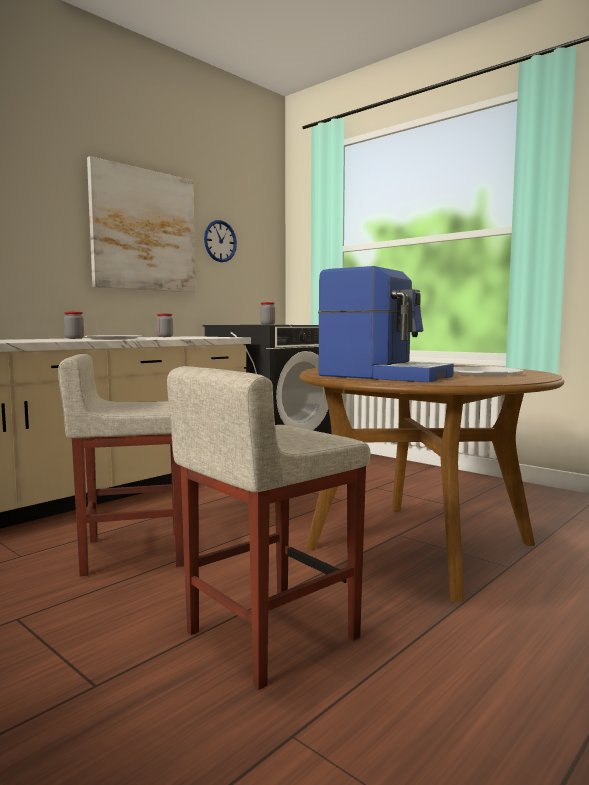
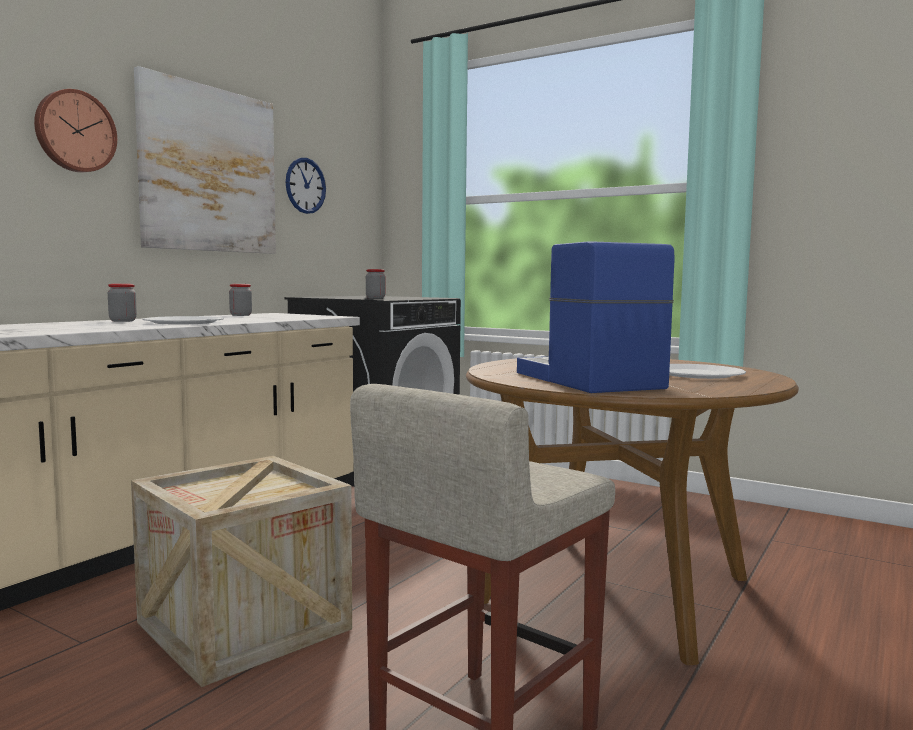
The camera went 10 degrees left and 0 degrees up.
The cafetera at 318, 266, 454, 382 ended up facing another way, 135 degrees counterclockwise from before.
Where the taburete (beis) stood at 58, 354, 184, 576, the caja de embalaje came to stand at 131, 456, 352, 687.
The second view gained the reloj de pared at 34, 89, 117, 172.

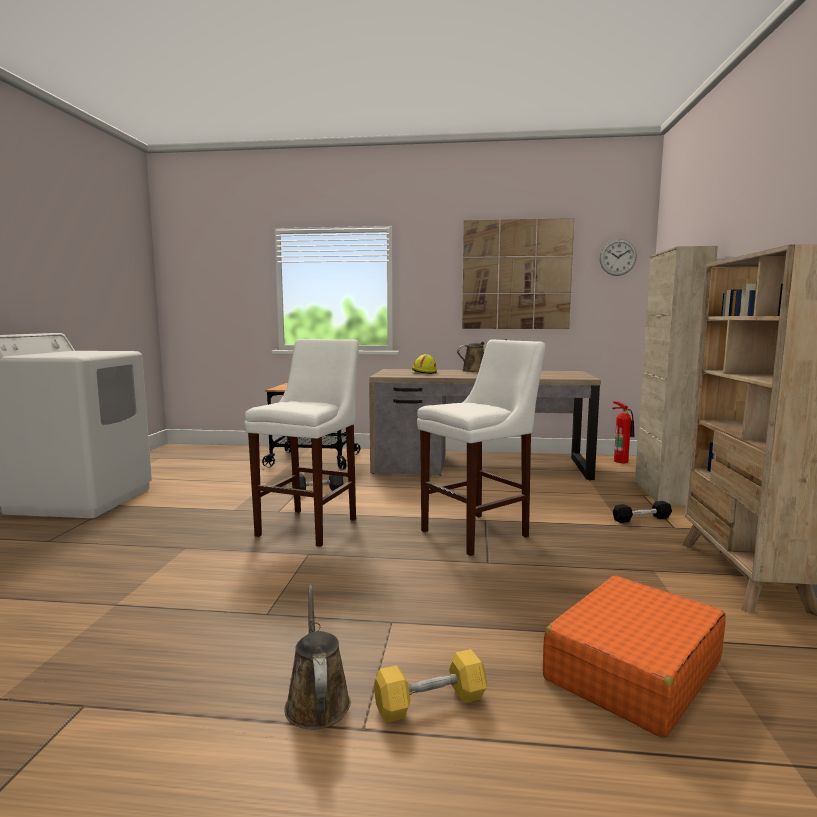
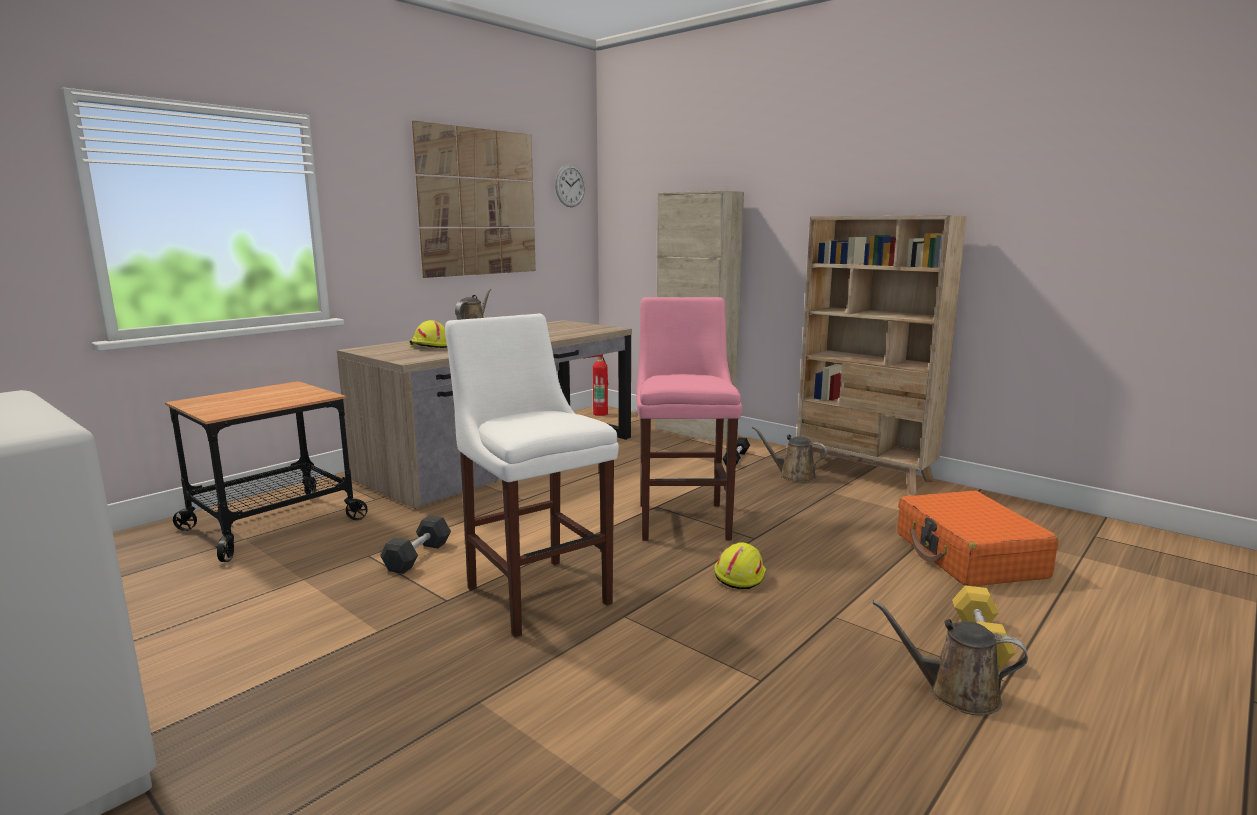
The camera went 55 degrees left and 5 degrees up.
What was the taburete (blanco) at 417, 339, 546, 556 turned into the taburete (rosa) at 637, 297, 742, 541.
The second view gained the regadera (marrón) at 752, 426, 827, 482.
The second view gained the casco (amarillo) at 714, 542, 766, 589.

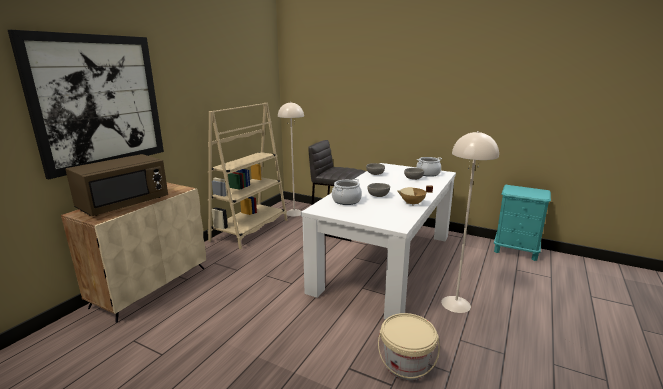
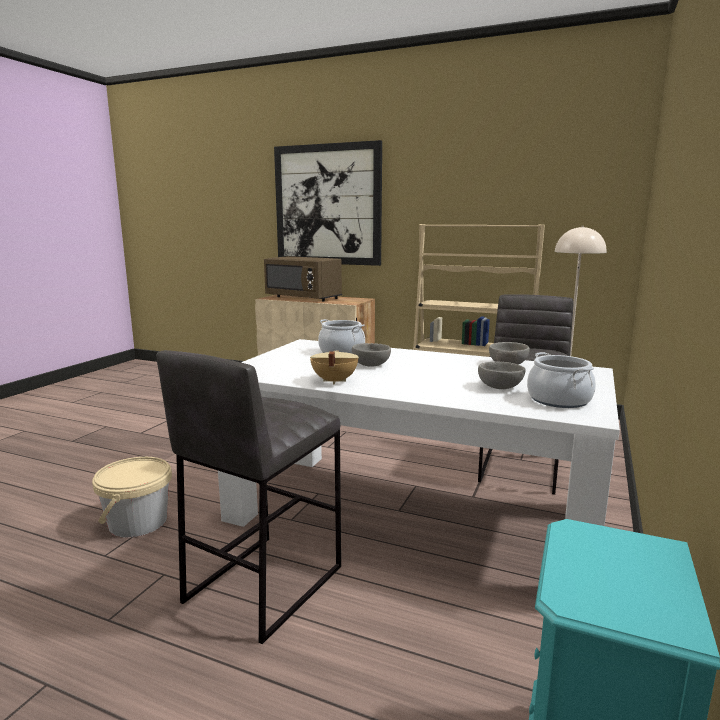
The camera went 85 degrees right and 5 degrees down.
Where the lámpara de pie (beis) stood at 441, 131, 499, 313, the taburete (gris) came to stand at 156, 350, 341, 644.

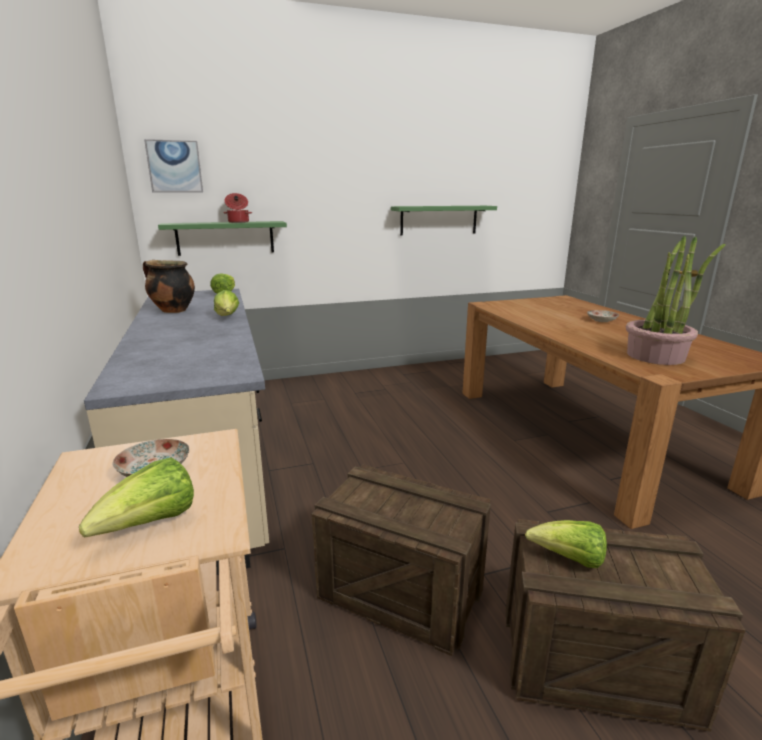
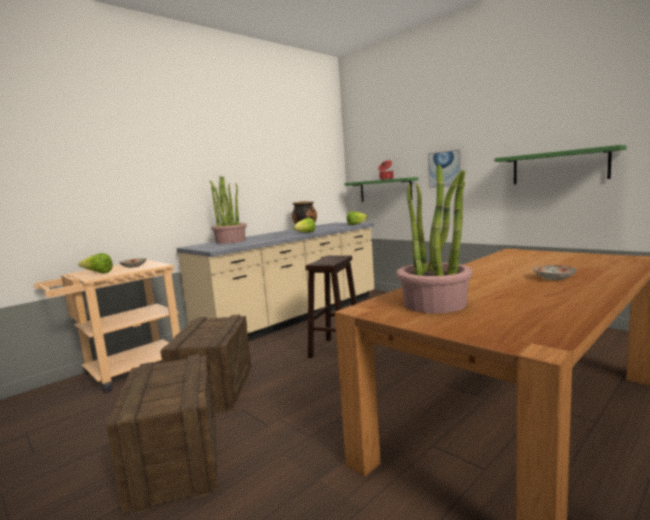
The camera went 65 degrees right and 10 degrees down.
The cuadro ended up elsewhere, having gone from 144, 139, 203, 193 to 428, 149, 461, 188.
The second view lost the lechuga at 525, 520, 607, 568.
The second view gained the planta en maceta at 210, 176, 247, 244.
The second view gained the taburete (marrón) at 305, 256, 357, 358.

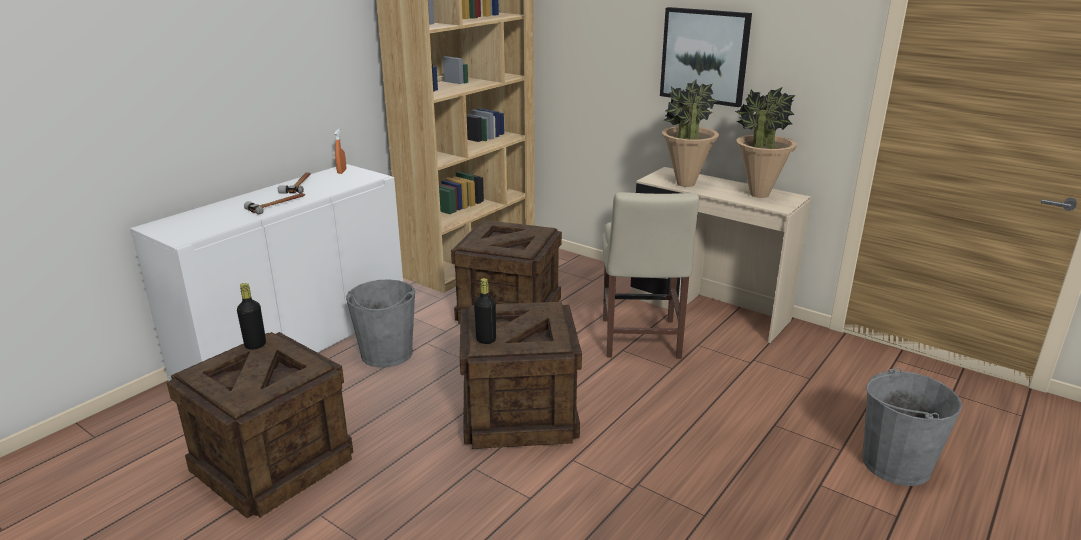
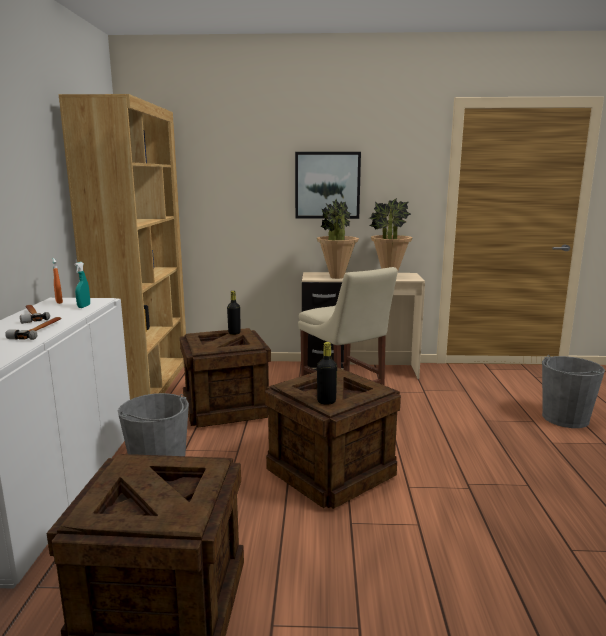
The camera went 35 degrees left and 10 degrees down.
The botella (negro) ended up elsewhere, having gone from 237, 283, 266, 350 to 227, 291, 241, 335.
The second view gained the pulverizador (turquesa) at 74, 262, 90, 308.

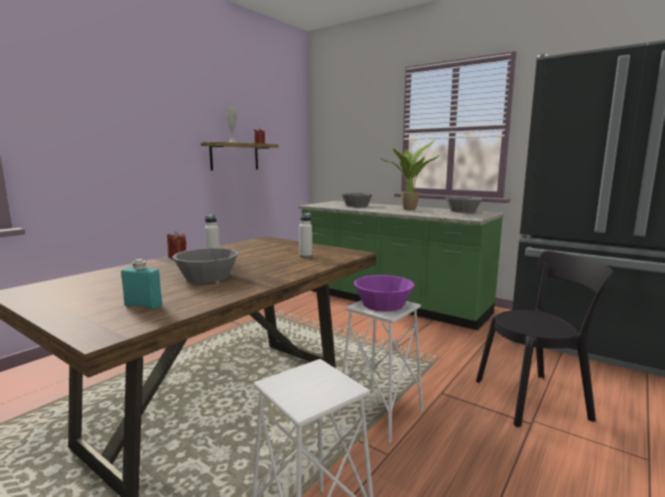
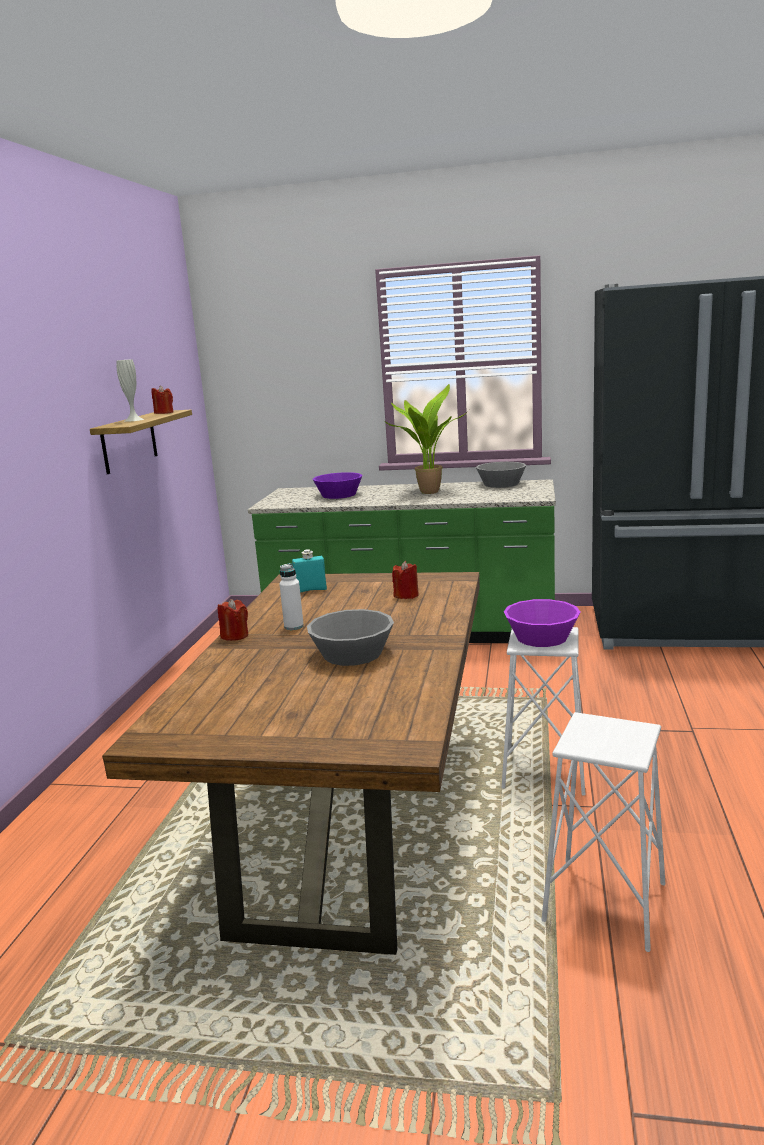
The camera went 25 degrees left and 5 degrees up.
What was the cuenco (gris) at 341, 193, 373, 207 turned into the cuenco (morado) at 313, 472, 363, 499.
Where the botella (blanco) stood at 299, 213, 312, 258, the vela (rojo) came to stand at 392, 561, 419, 599.
The second view lost the silla (negro) at 476, 251, 613, 427.
The botella (turquesa) ended up elsewhere, having gone from 121, 259, 162, 309 to 292, 549, 327, 593.

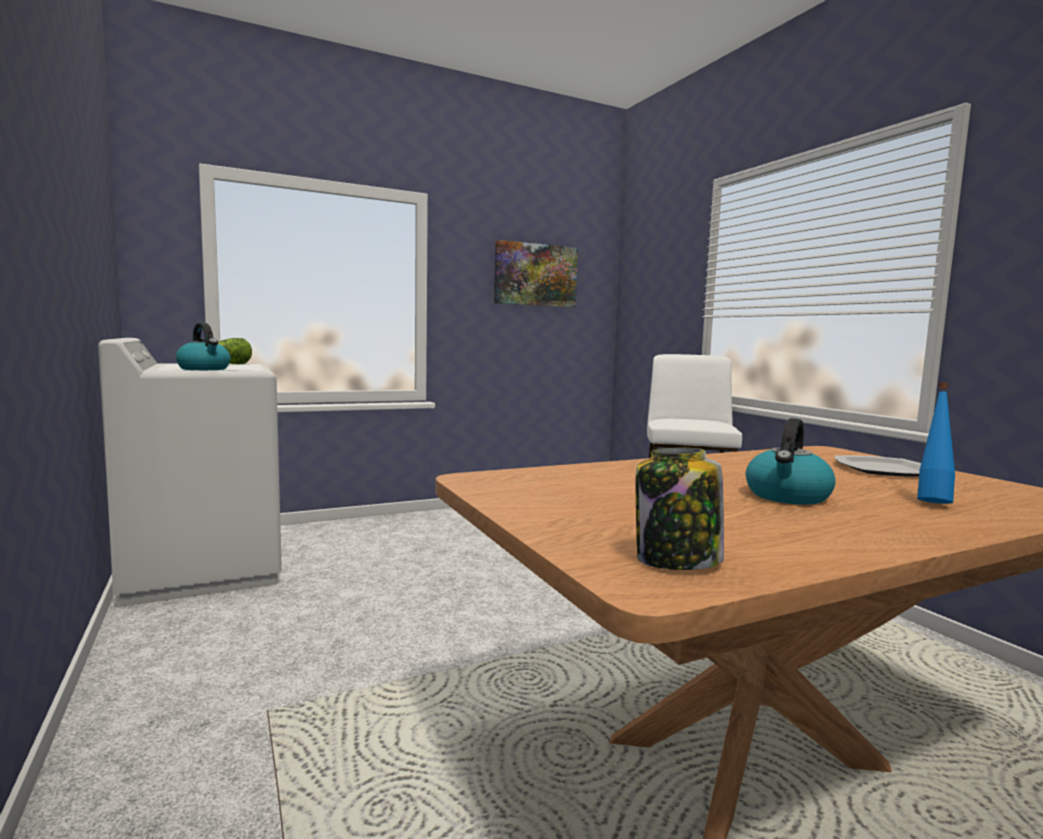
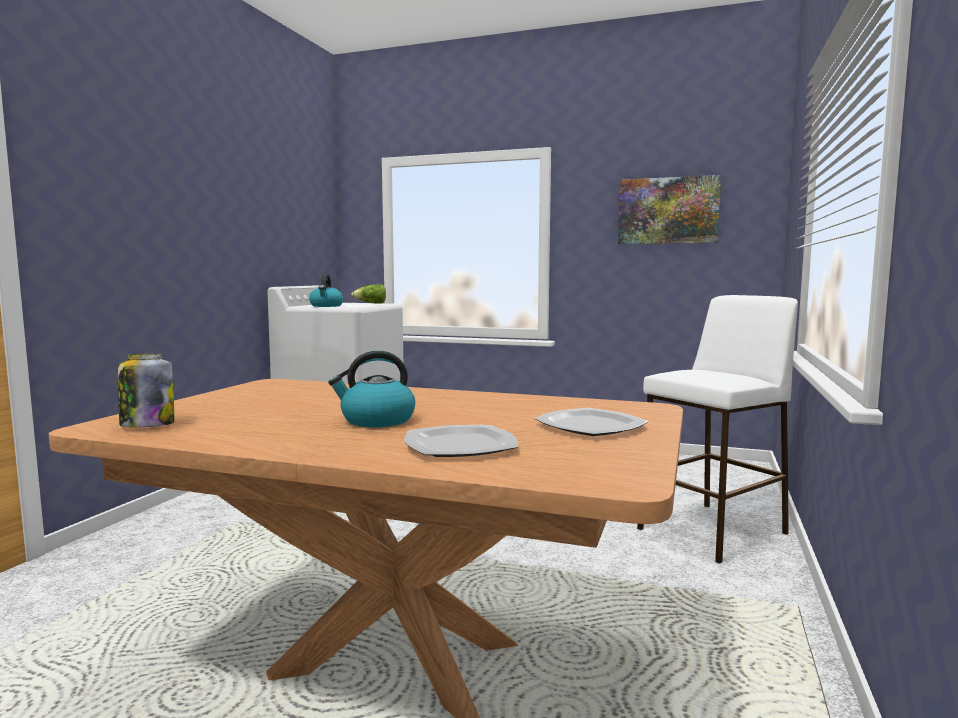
The camera went 45 degrees right and 0 degrees up.
Where the botella (azul) stood at 917, 382, 955, 504, the plato came to stand at 404, 425, 518, 457.

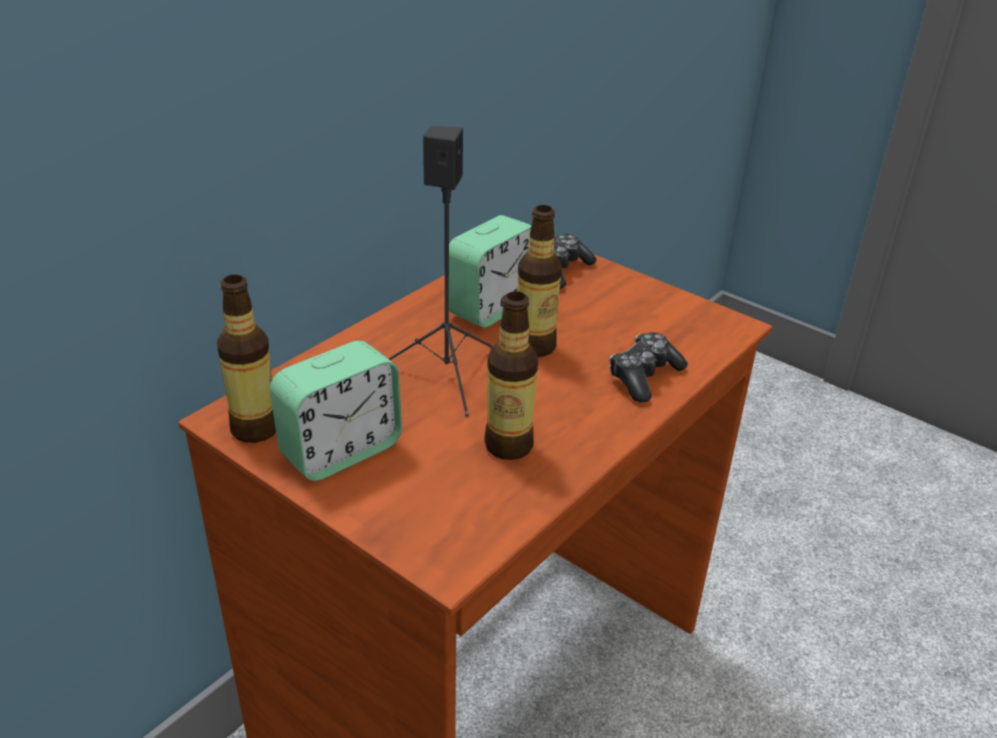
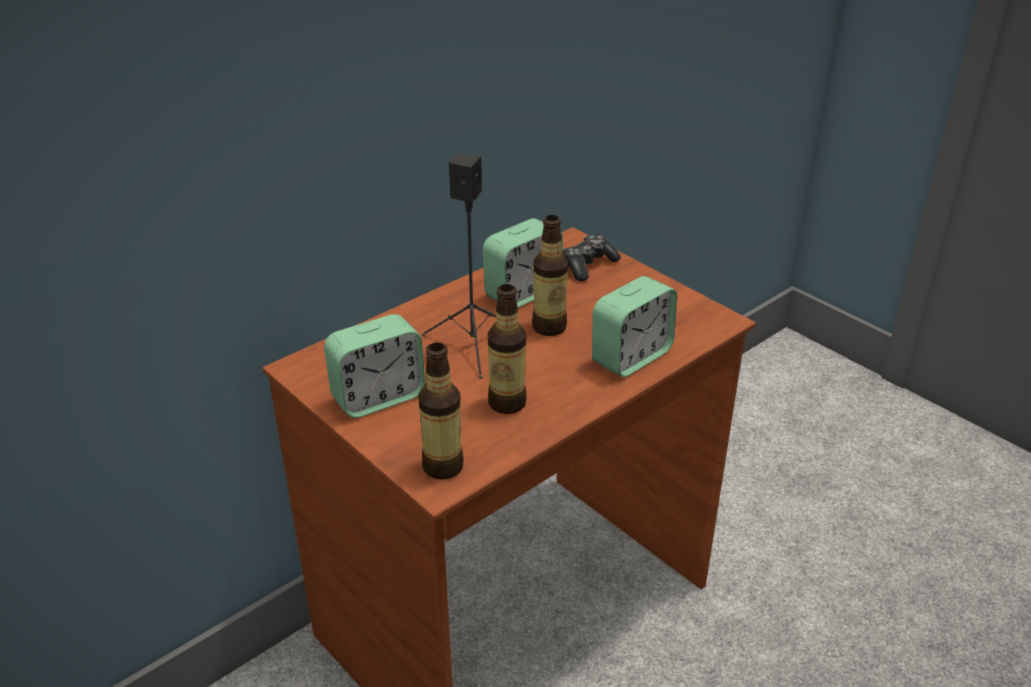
The camera went 10 degrees right and 0 degrees up.
The botella ended up elsewhere, having gone from 217, 275, 276, 443 to 418, 342, 464, 480.
Where the mando de consola stood at 609, 332, 688, 402, the despertador came to stand at 592, 276, 677, 377.

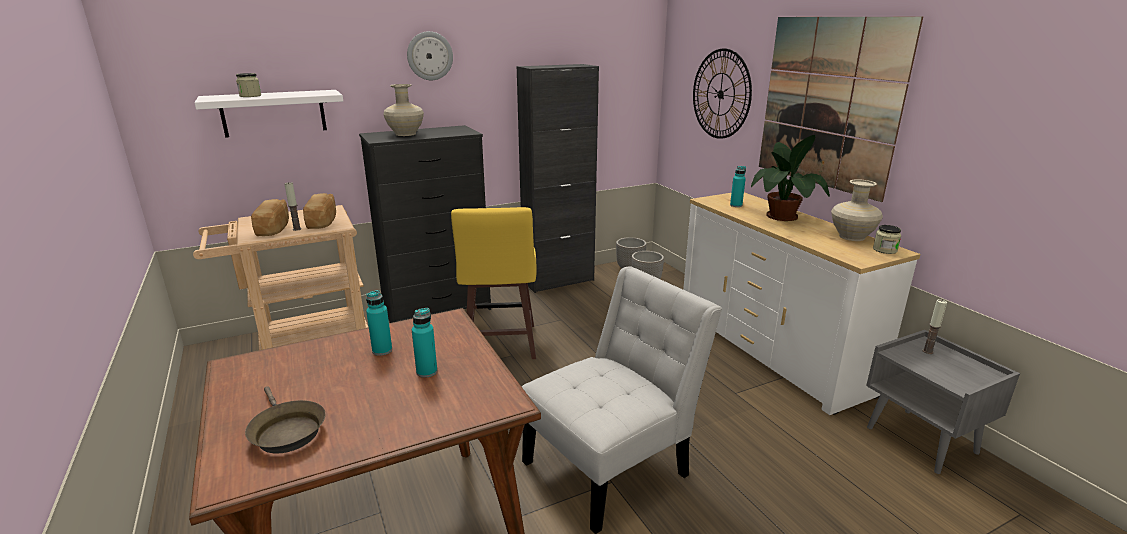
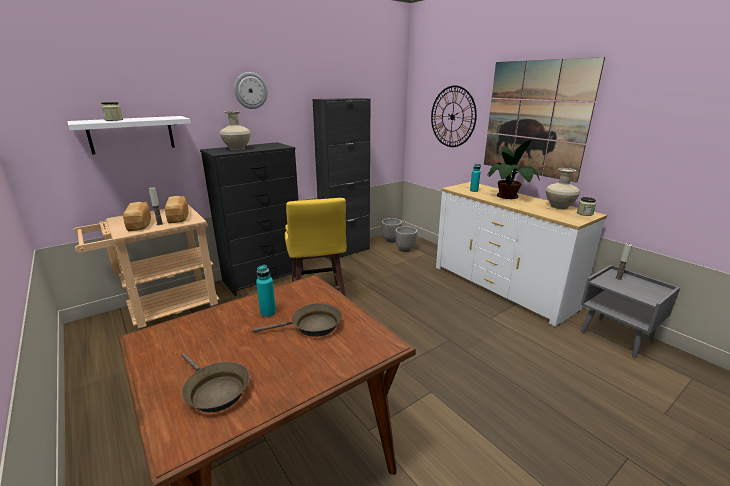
The camera went 10 degrees left and 0 degrees up.
The second view lost the silla (blanco) at 522, 266, 722, 534.
Where the botella (turquesa) stood at 412, 308, 437, 378, the sartén (marrón) came to stand at 252, 303, 342, 337.

